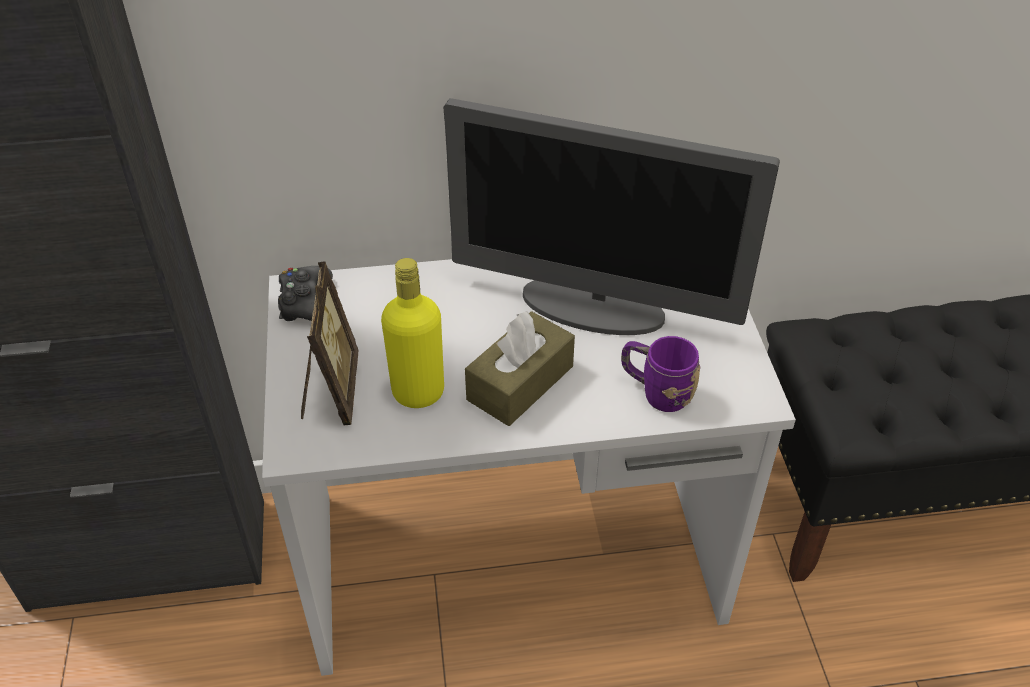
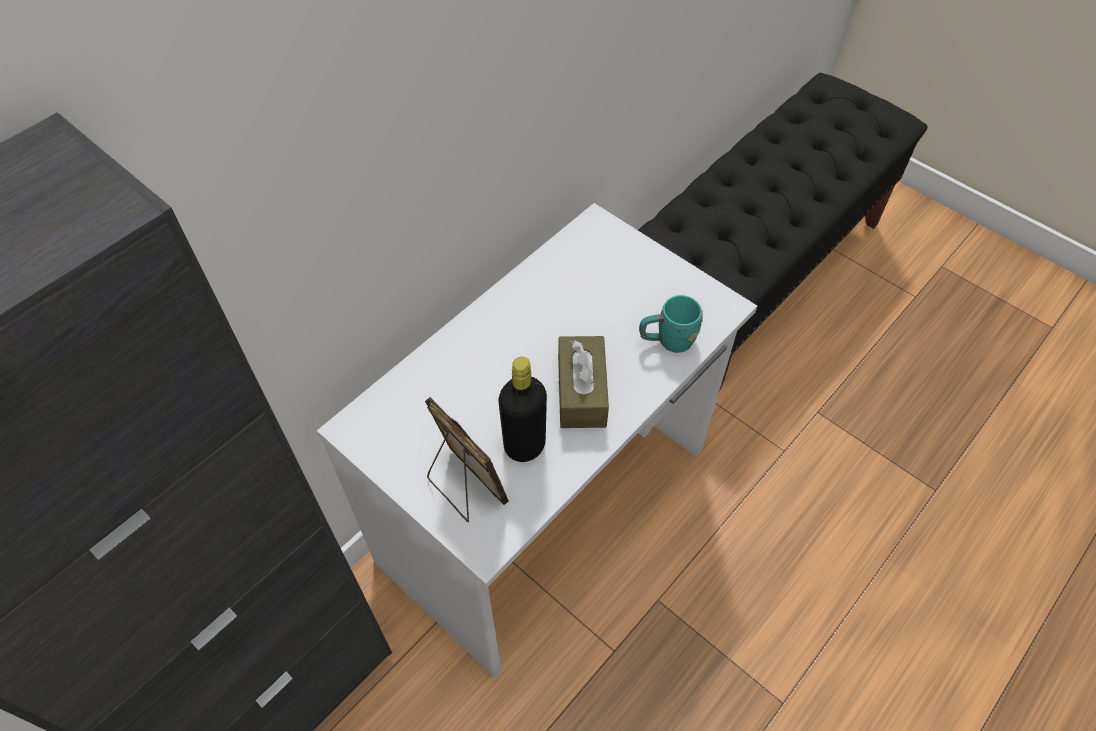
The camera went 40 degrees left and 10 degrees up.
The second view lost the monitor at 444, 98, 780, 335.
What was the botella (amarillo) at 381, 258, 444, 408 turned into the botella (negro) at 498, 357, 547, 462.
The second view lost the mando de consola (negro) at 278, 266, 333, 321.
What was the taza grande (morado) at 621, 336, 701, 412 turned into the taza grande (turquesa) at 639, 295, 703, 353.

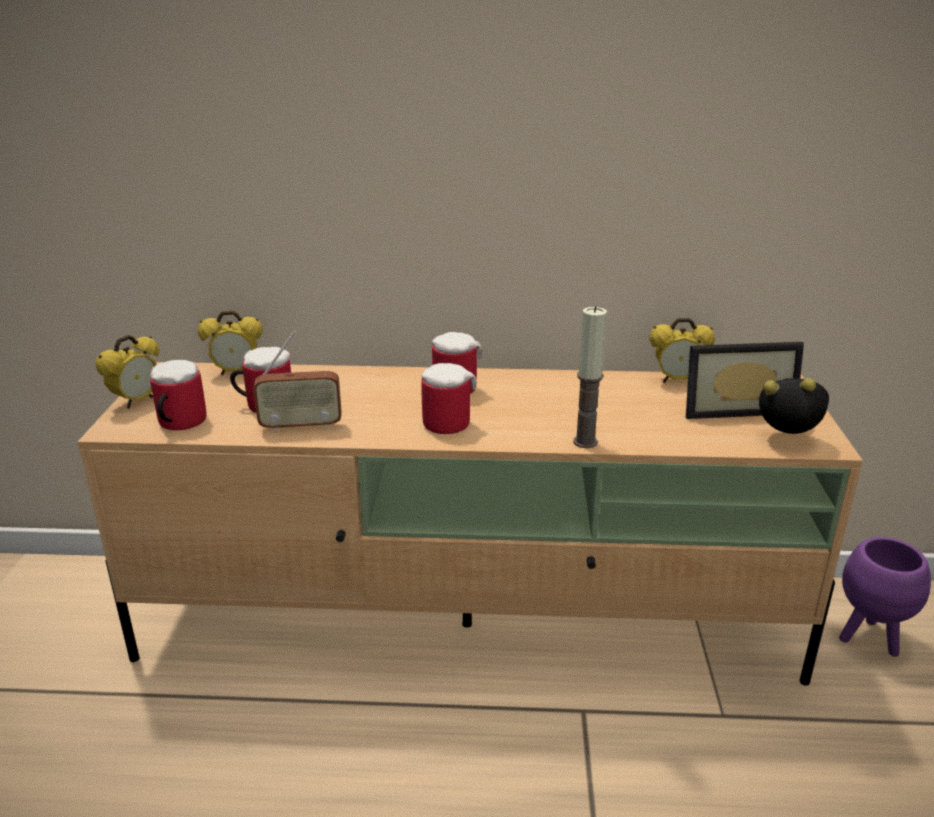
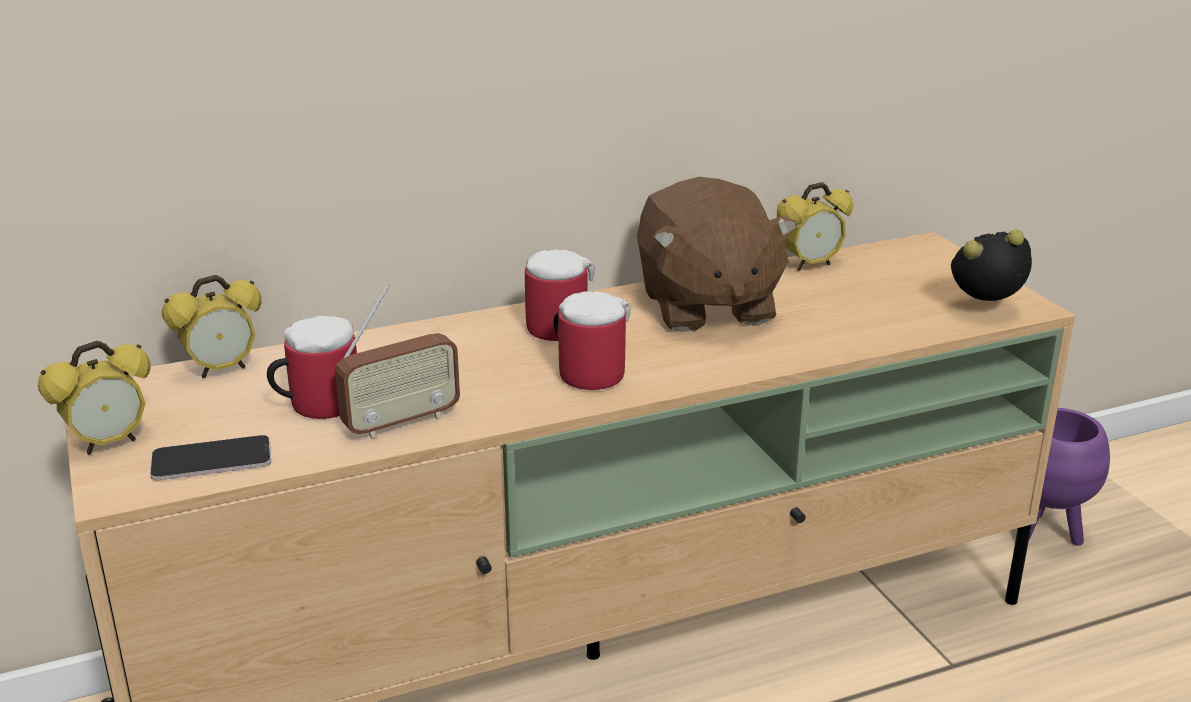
The camera went 25 degrees left and 0 degrees up.
The second view lost the vela at 573, 306, 607, 448.
The despertador at 95, 335, 159, 409 ended up facing another way, 45 degrees clockwise from before.
The second view lost the portarretratos at 686, 342, 804, 419.
Where the taza grande stood at 150, 360, 207, 430, the móvil came to stand at 150, 435, 271, 480.
The second view gained the peluche (marrón) at 637, 177, 798, 332.

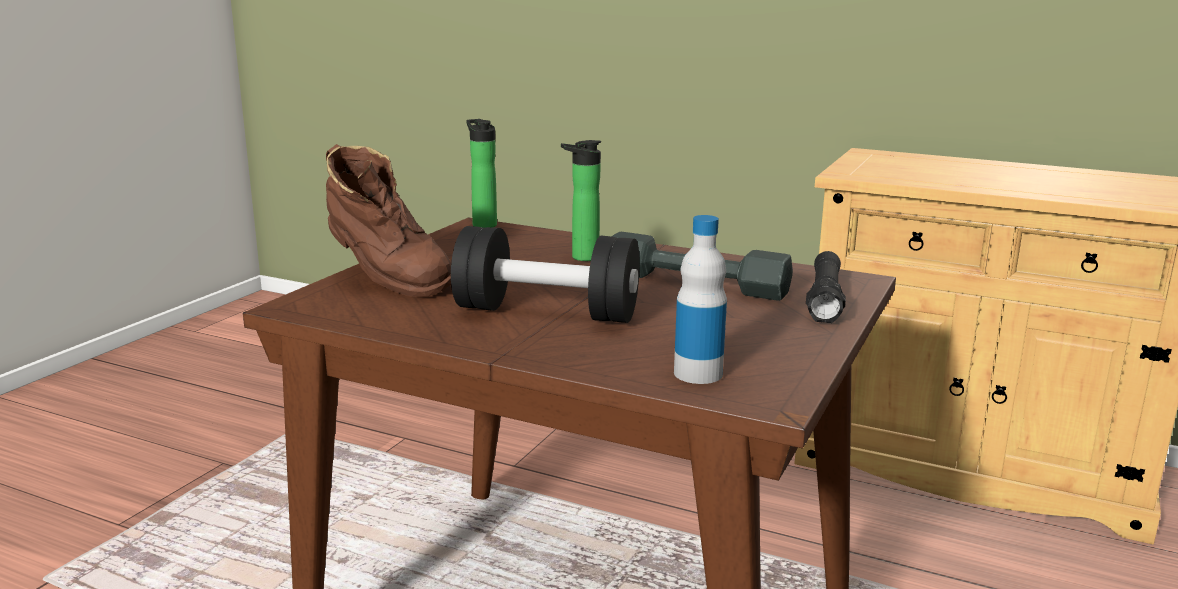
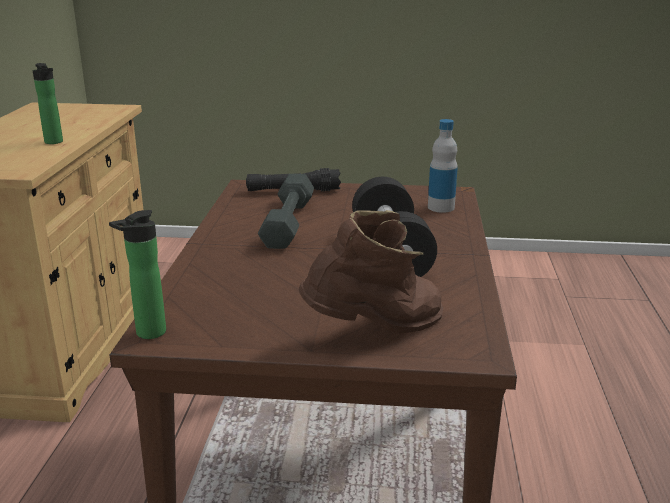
The camera went 110 degrees left and 5 degrees up.
The botella ended up elsewhere, having gone from 561, 140, 601, 261 to 33, 63, 63, 144.
The bota (marrón) at 326, 144, 451, 297 ended up facing another way, 45 degrees clockwise from before.

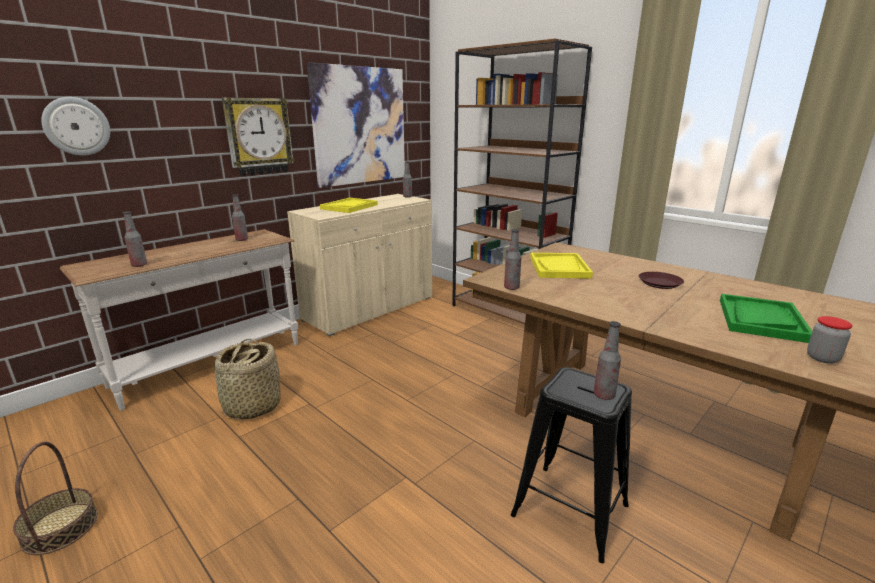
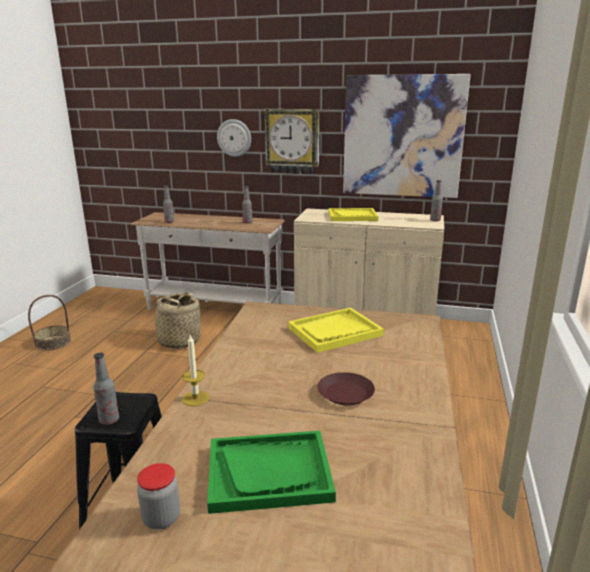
The camera went 60 degrees right and 0 degrees up.
The second view lost the estantería (marrón) at 452, 38, 592, 324.
The reloj de pared ended up elsewhere, having gone from 41, 97, 110, 156 to 217, 119, 251, 157.
The second view lost the botella at 504, 229, 521, 290.
The second view gained the vela at 182, 335, 209, 406.

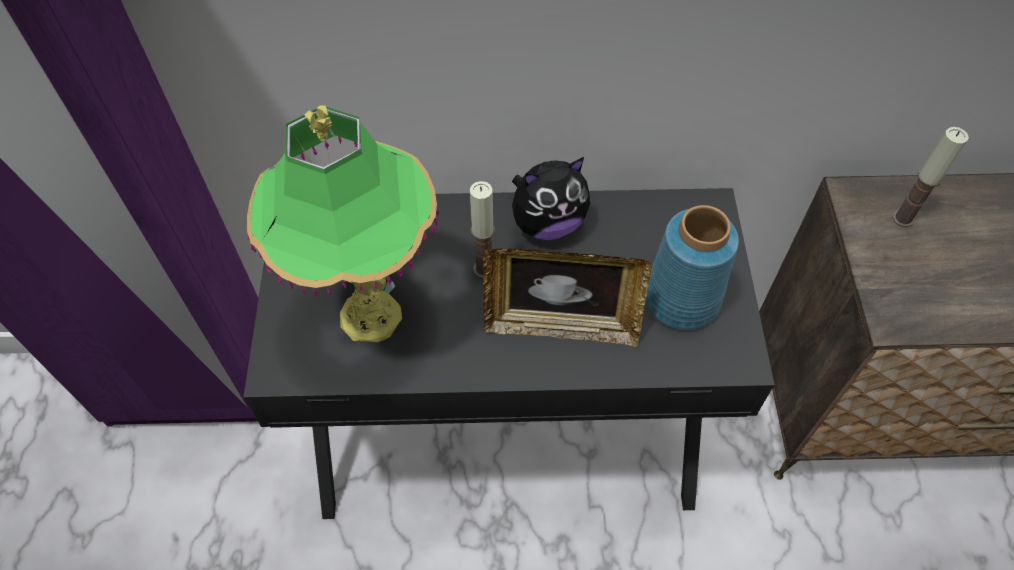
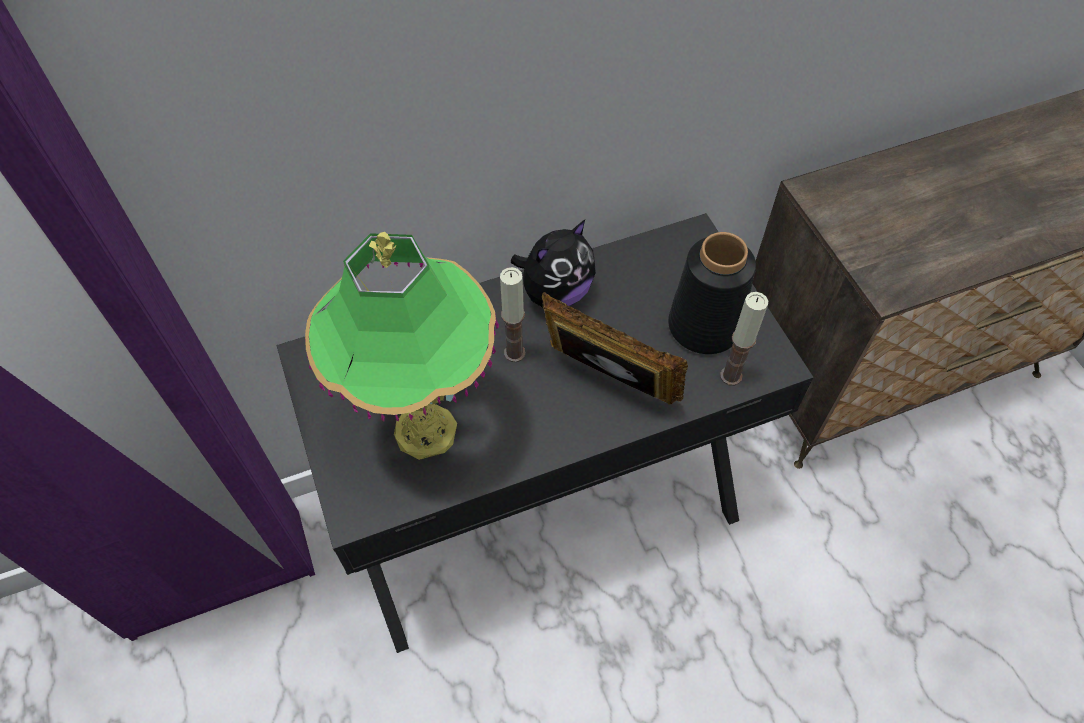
The camera went 20 degrees left and 0 degrees up.
The vela ended up elsewhere, having gone from 892, 127, 969, 227 to 720, 292, 768, 386.
What was the florero (azul) at 645, 205, 739, 330 turned into the florero (negro) at 668, 232, 756, 354.
The portarretratos at 483, 249, 652, 347 ended up facing another way, 135 degrees counterclockwise from before.

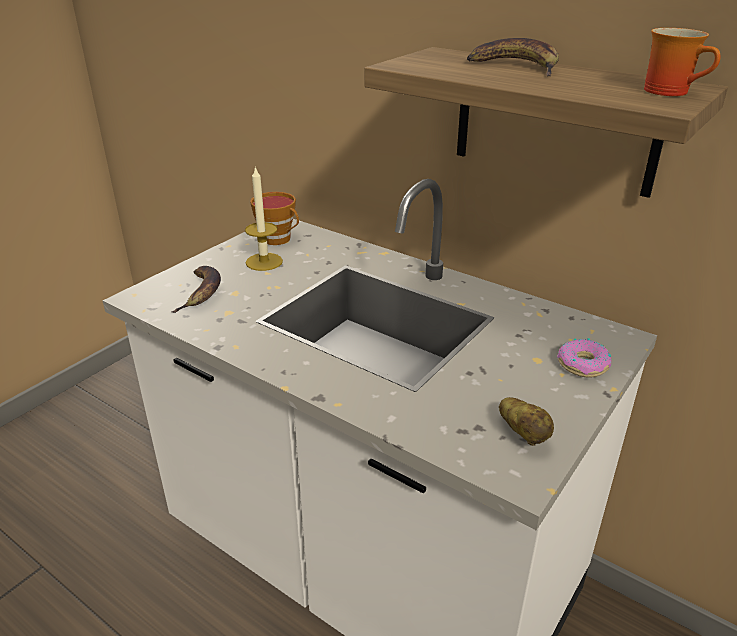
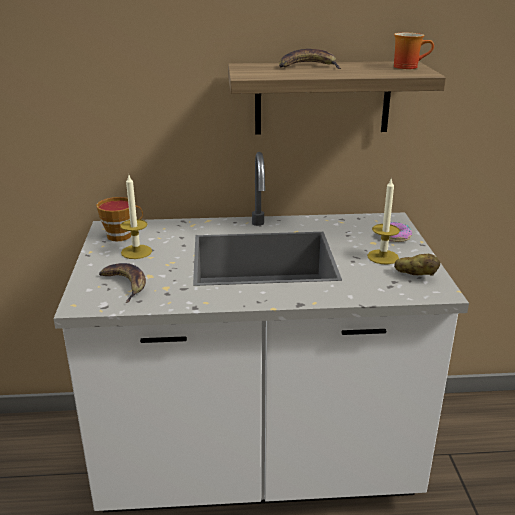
The camera went 40 degrees left and 5 degrees down.
The second view gained the vela at 367, 177, 400, 264.

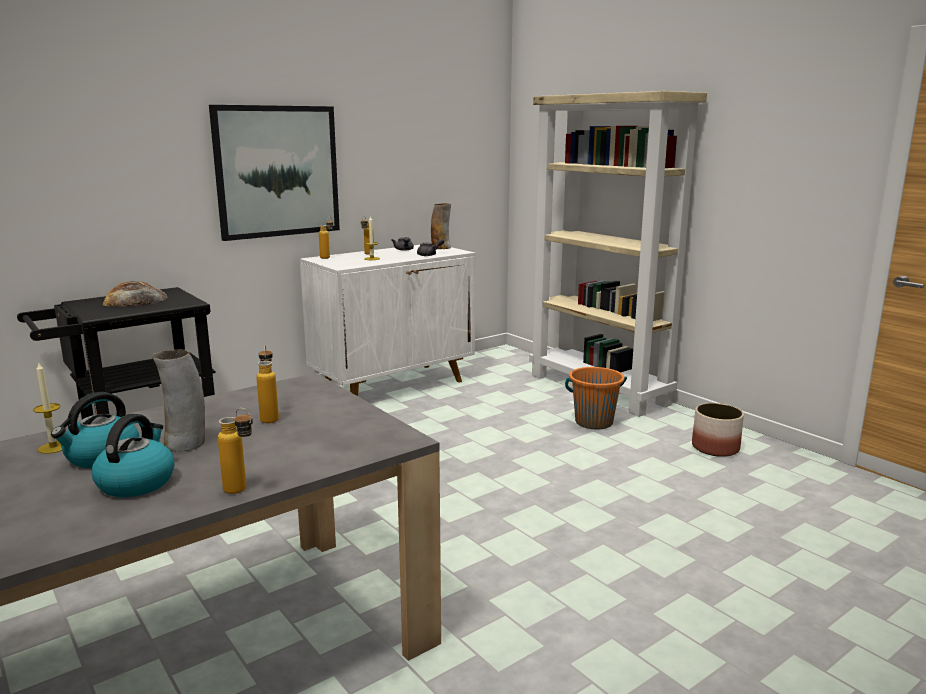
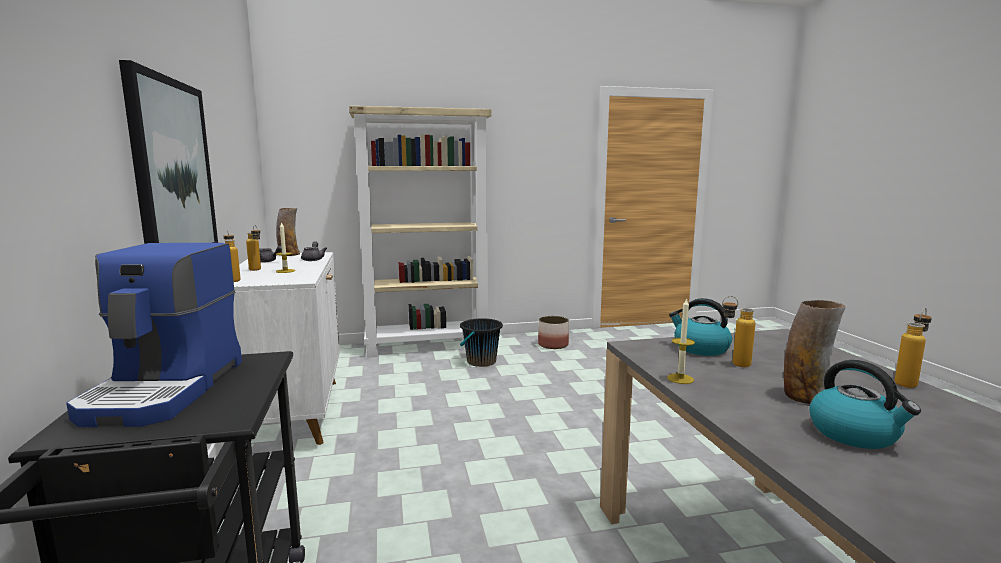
The camera went 65 degrees left and 5 degrees down.
Where the pan stood at 103, 281, 168, 307, the cafetera came to stand at 66, 243, 242, 427.
The vela ended up elsewhere, having gone from 33, 361, 62, 454 to 667, 298, 695, 384.
What was the cubo (naranja) at 565, 367, 627, 429 turned into the cubo (negro) at 460, 318, 503, 367.
The hervidor ended up elsewhere, having gone from 92, 414, 175, 497 to 669, 298, 732, 356.

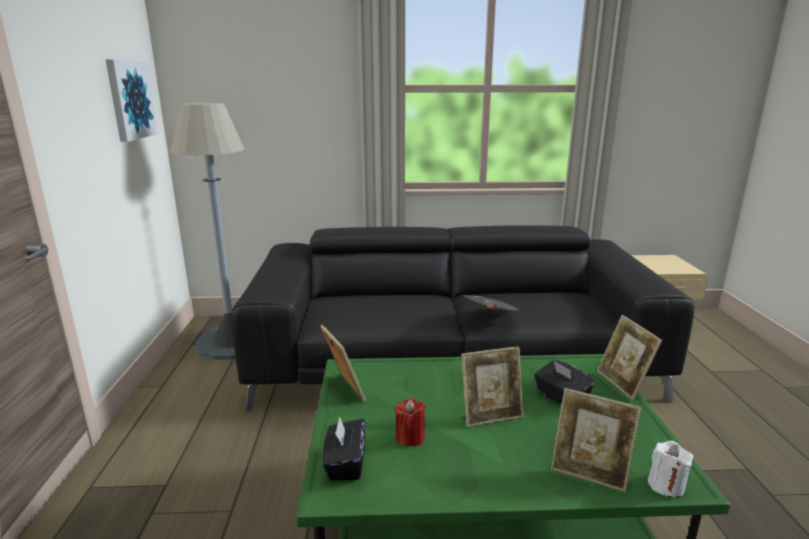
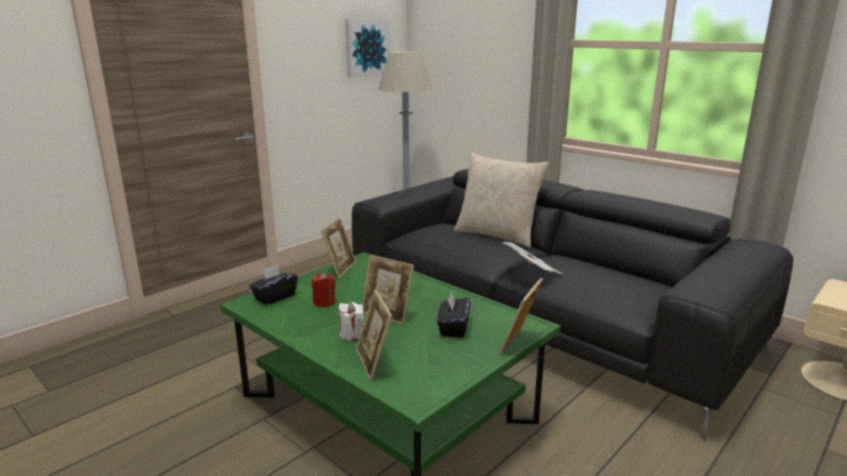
The camera went 45 degrees right and 0 degrees up.
The vela (blanco) ended up elsewhere, having gone from 648, 441, 693, 498 to 339, 302, 364, 341.
The second view gained the cojín (beis) at 454, 153, 548, 248.

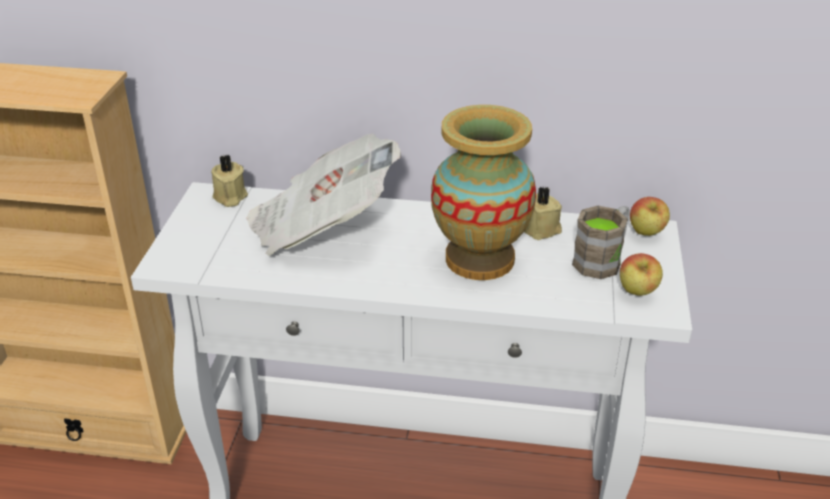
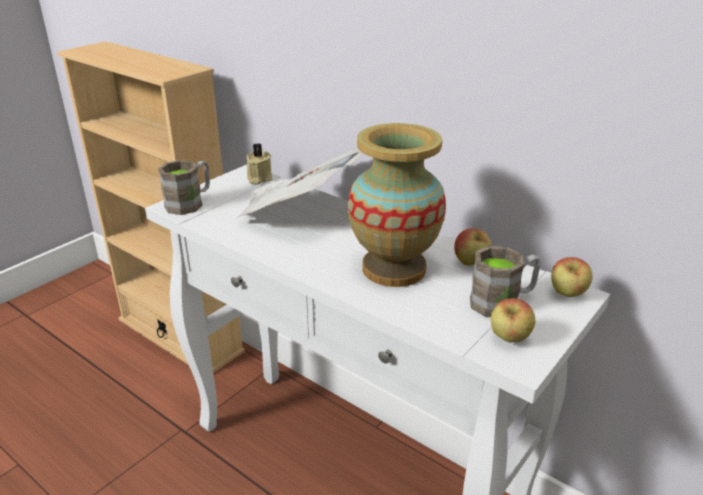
The camera went 30 degrees right and 5 degrees down.
Where the vela (beis) stood at 524, 187, 562, 240, the manzana came to stand at 454, 228, 491, 266.
The second view gained the taza grande (marrón) at 158, 160, 210, 215.

